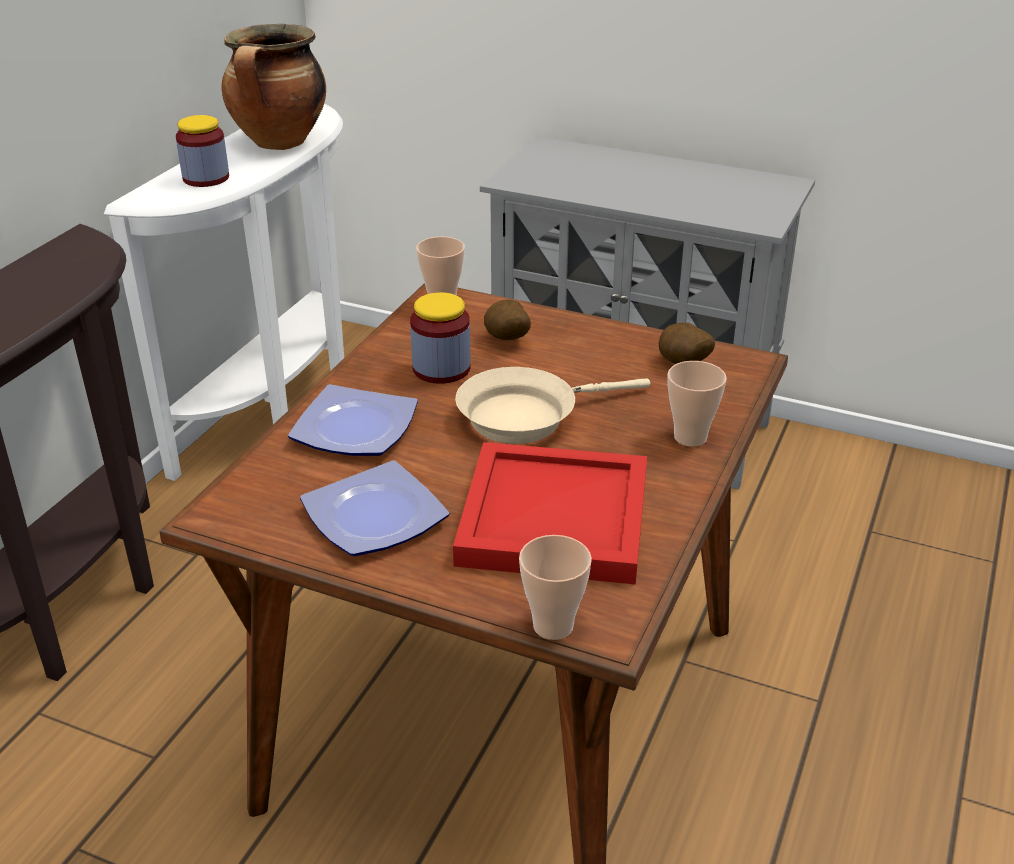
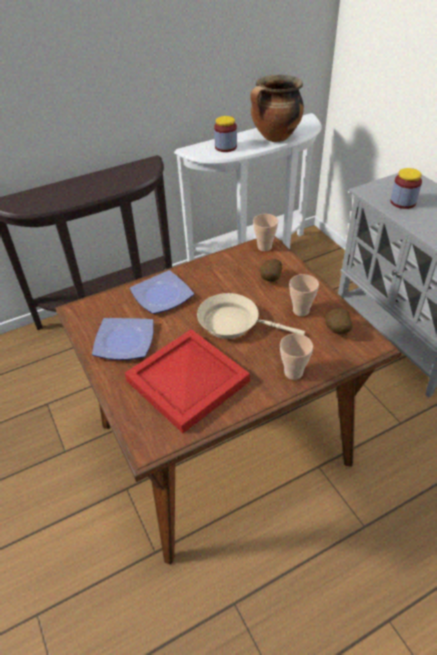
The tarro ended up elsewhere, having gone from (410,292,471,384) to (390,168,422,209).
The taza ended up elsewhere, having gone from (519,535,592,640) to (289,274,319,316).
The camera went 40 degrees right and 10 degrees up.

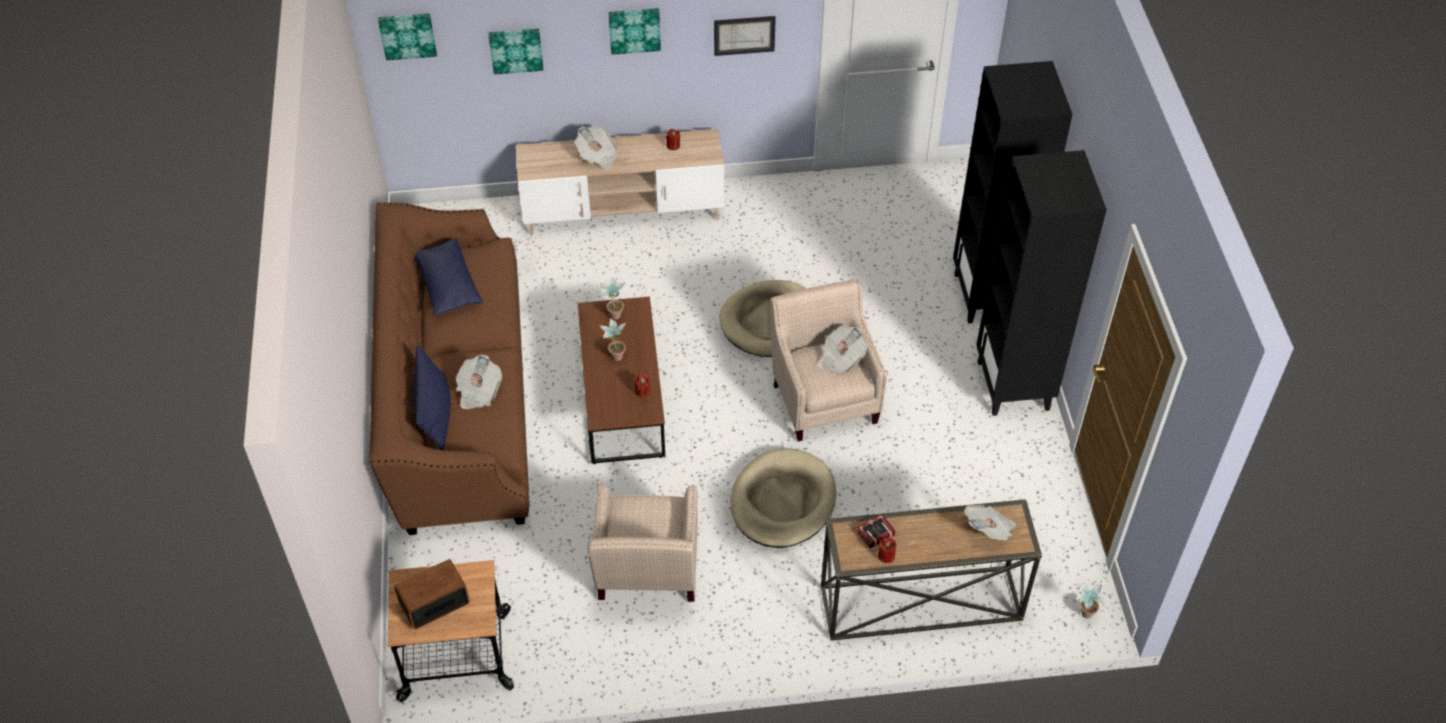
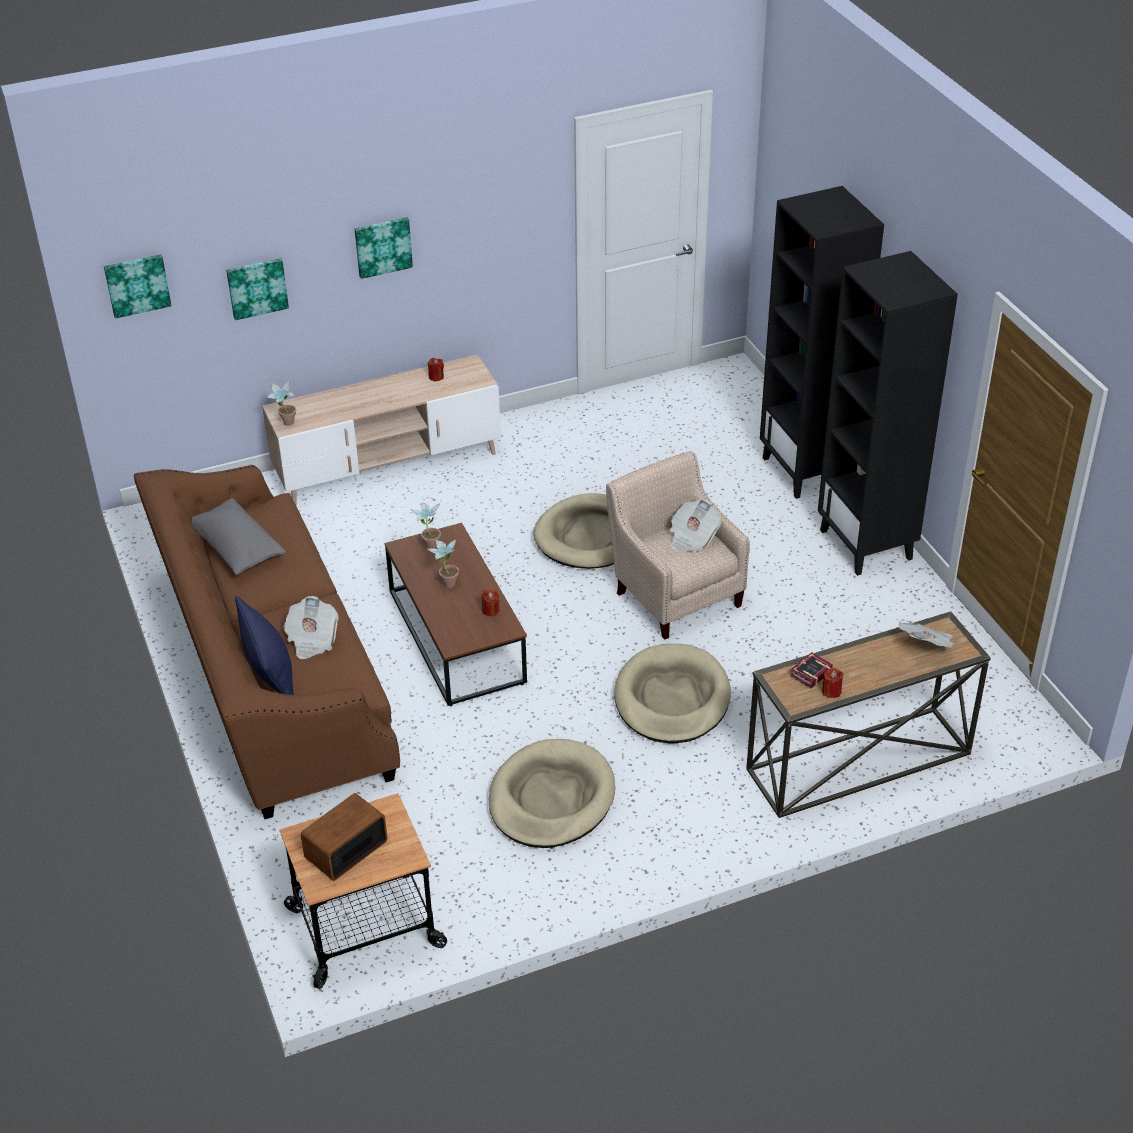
The second view lost the periódico at (575,126,619,170).
The second view lost the cuadro at (714,16,776,56).
The planta en maceta ended up elsewhere, having gone from (1076,582,1105,619) to (267,381,296,426).
Where the sillón (beis) stood at (588,483,698,602), the cama para perro (beis) came to stand at (489,739,615,848).
What was the cojín (azul) at (414,238,483,316) turned into the cojín (gris) at (192,498,286,575).
The camera went 15 degrees left and 10 degrees down.

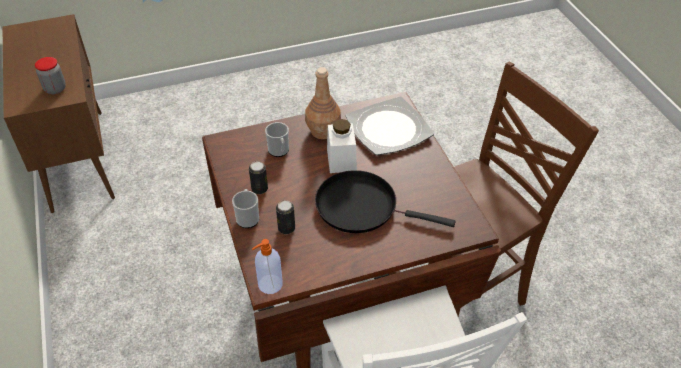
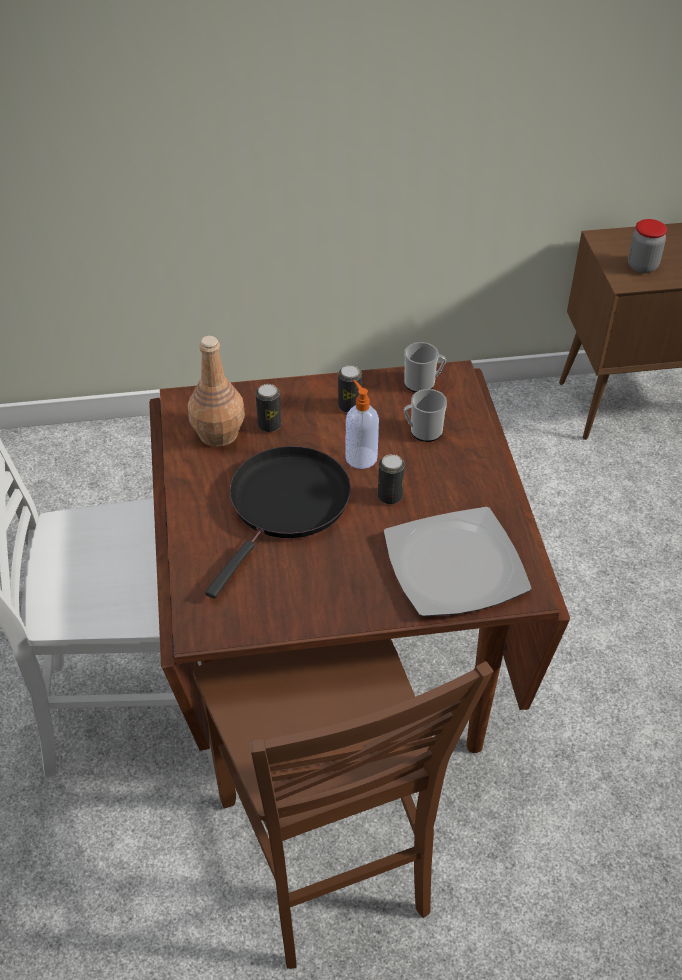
The taza grande ended up elsewhere, having gone from (232,189,259,228) to (404,342,446,392).
The dispensador de jabón ended up elsewhere, having gone from (252,239,283,294) to (345,380,379,469).
The botella (marrón) ended up elsewhere, having gone from (305,67,341,139) to (188,336,245,447).
Where the tarro (blanco) stood at (327,119,357,173), the lata came to stand at (378,454,405,504).
The camera went 100 degrees right and 0 degrees up.

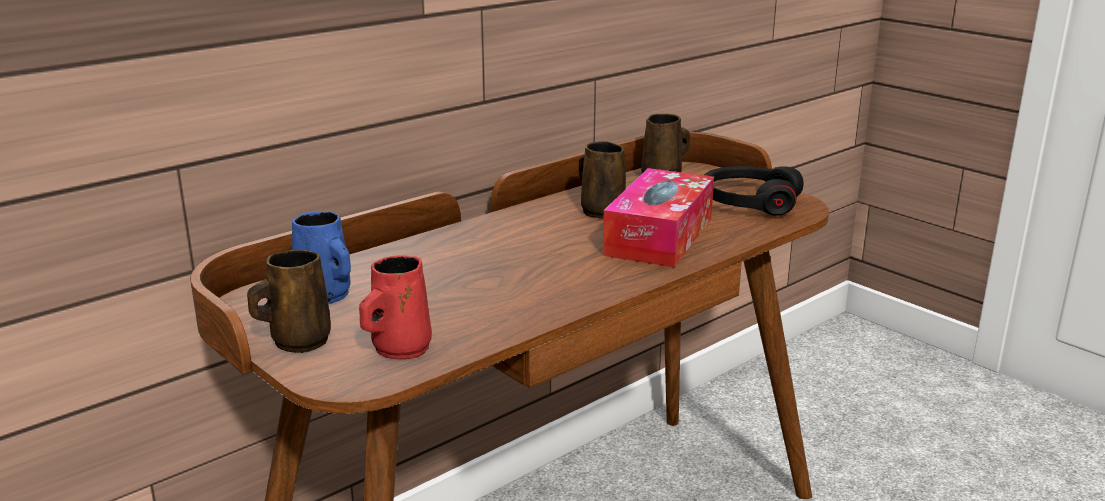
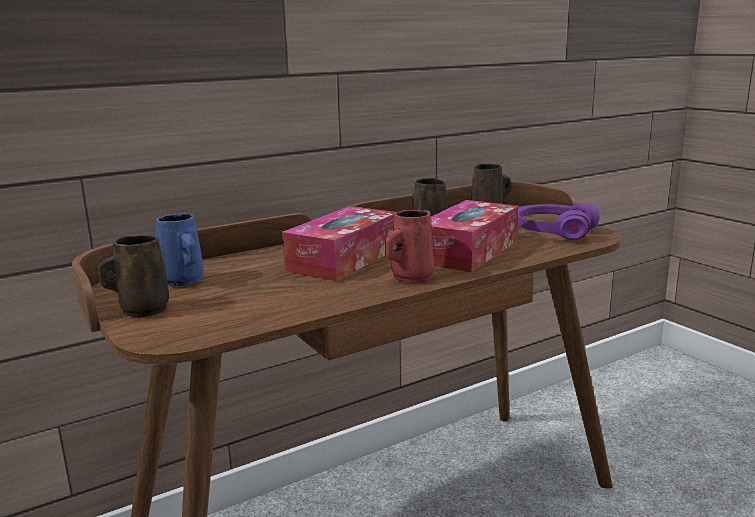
The second view gained the caja de pañuelos at (282,206,395,281).
The taza grande (rojo) ended up elsewhere, having gone from (359,255,432,359) to (385,210,435,283).
What was the auriculares (negro) at (705,166,804,216) turned into the auriculares (morado) at (517,203,599,240).
The camera went 10 degrees right and 5 degrees down.

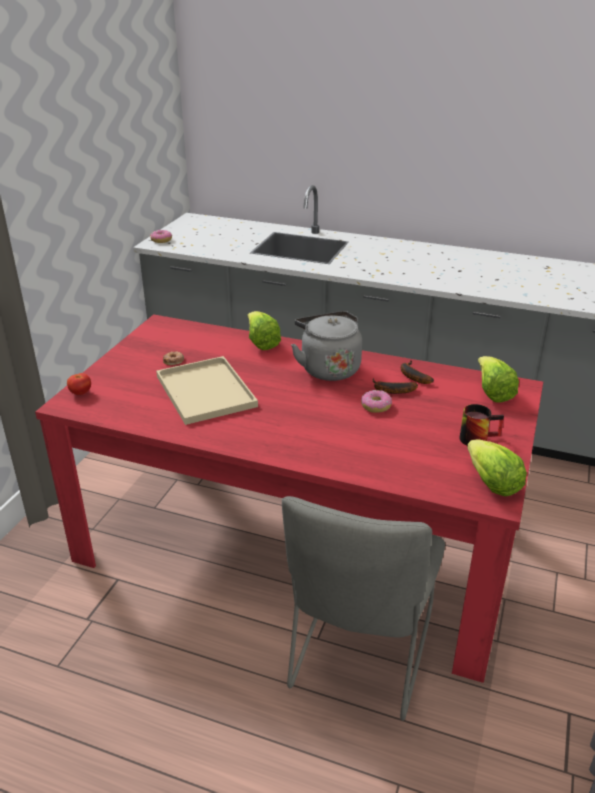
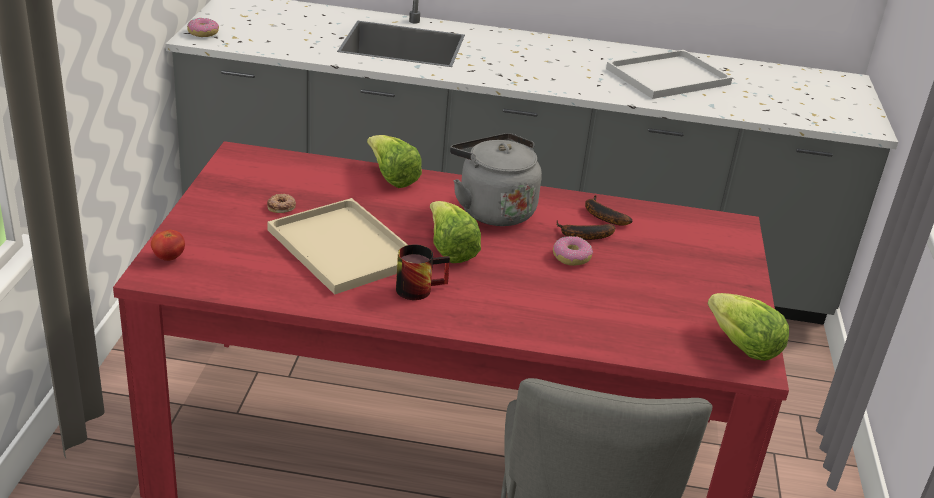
The second view gained the bandeja (blanco) at (606,50,732,99).
The taza grande ended up elsewhere, having gone from (460,404,504,446) to (396,244,450,300).
The lechuga ended up elsewhere, having gone from (478,356,519,402) to (430,201,481,263).
The camera went 15 degrees left and 0 degrees up.

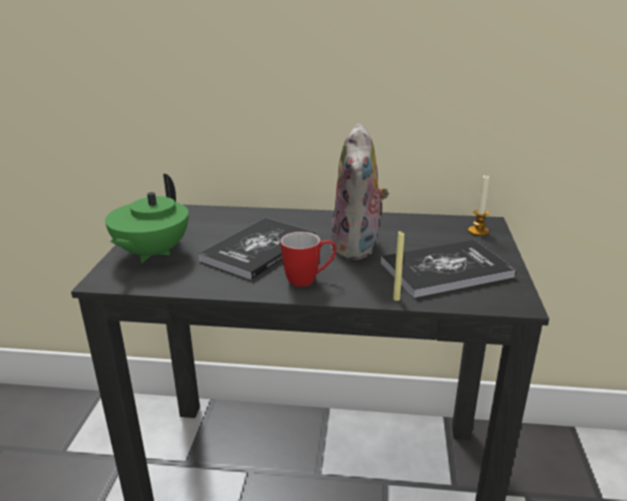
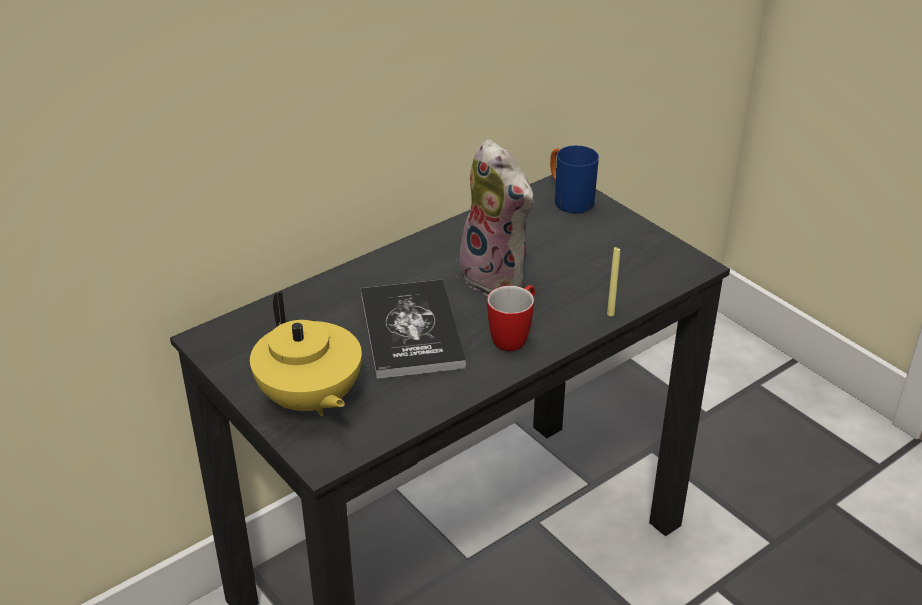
The second view lost the libro at (380,240,516,298).
Where the vela stood at (468,174,489,236), the taza grande (azul) came to stand at (550,146,599,213).
What was the tetera (verde) at (105,174,189,263) turned into the tetera (amarillo) at (250,292,362,416).
The camera went 45 degrees left and 10 degrees up.

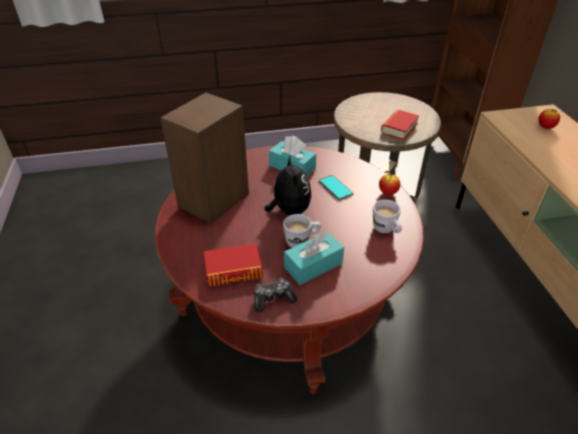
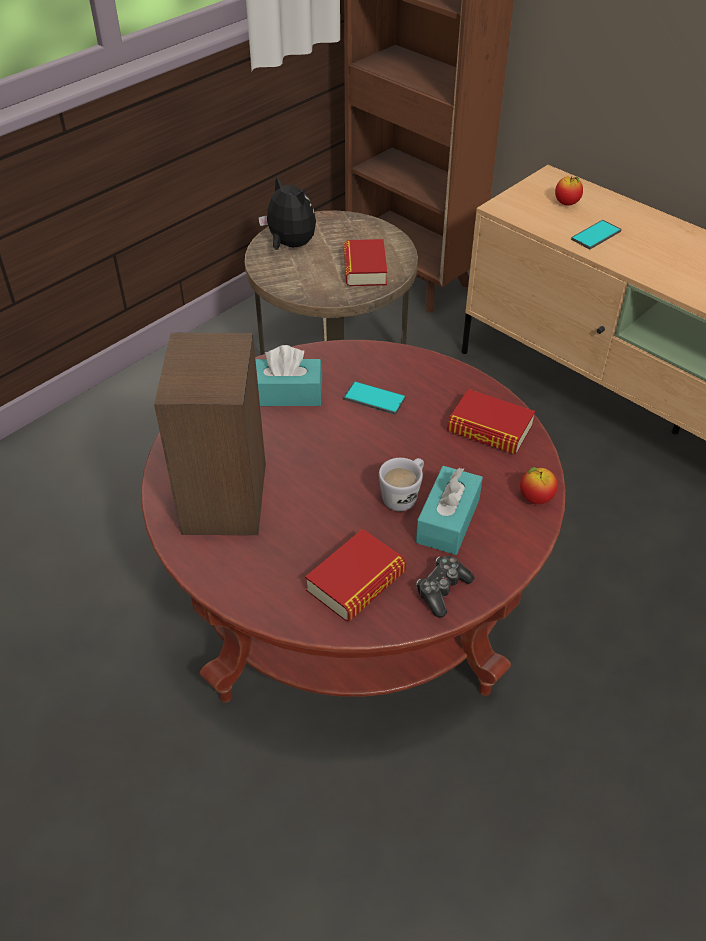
The second view gained the móvil at (571,220,622,249).
The peluche ended up elsewhere, having gone from (264,155,312,215) to (258,175,316,250).
The manzana ended up elsewhere, having gone from (379,171,400,195) to (520,467,558,504).
Where the taza grande (blanco) stood at (373,200,402,233), the libro came to stand at (447,389,535,454).
The camera went 35 degrees left and 5 degrees up.

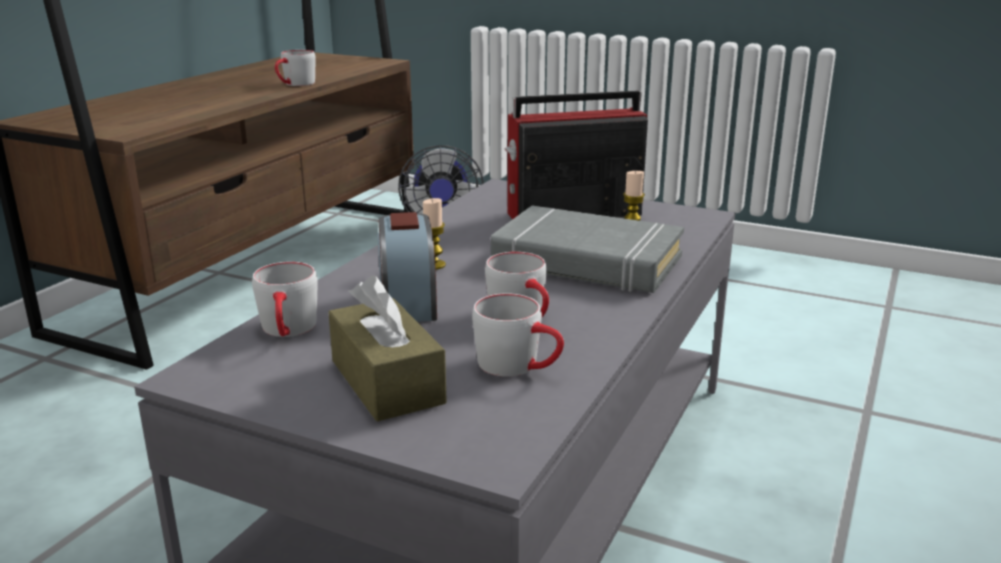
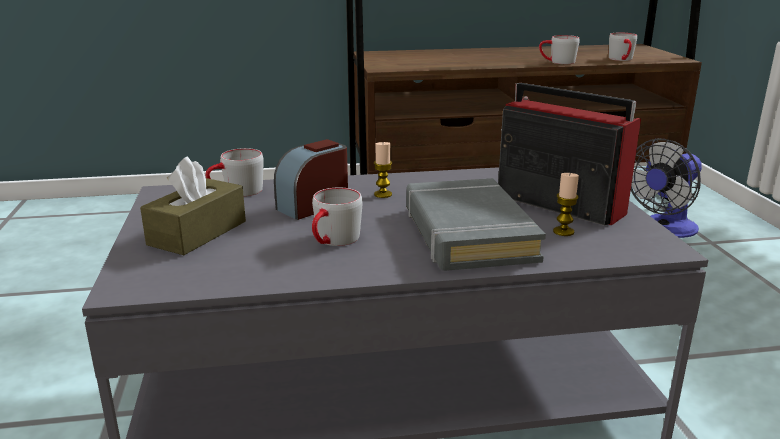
The taza grande (gris) ended up elsewhere, having gone from (472,293,564,377) to (609,33,637,61).
The camera went 55 degrees right and 0 degrees up.

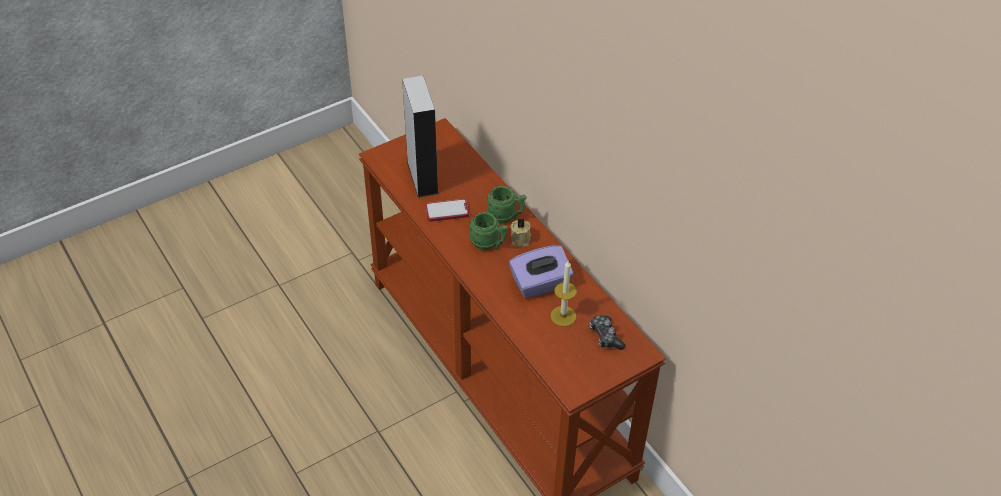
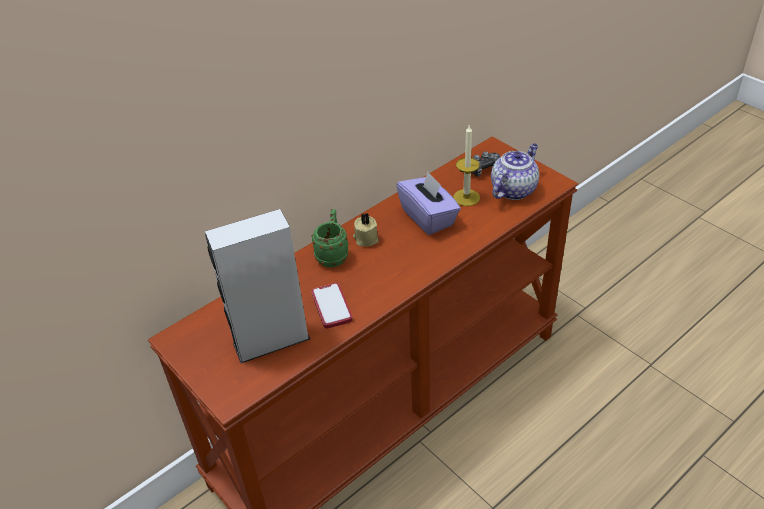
The second view lost the taza grande (verde) at (470,212,508,250).
The second view gained the tetera at (491,144,539,200).
The camera went 95 degrees left and 5 degrees down.

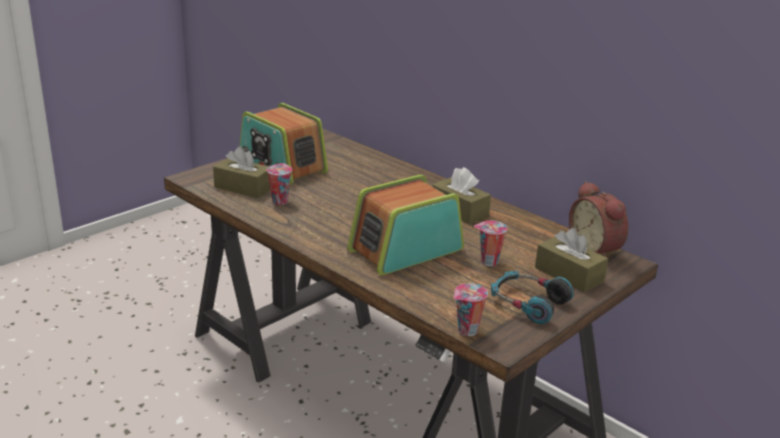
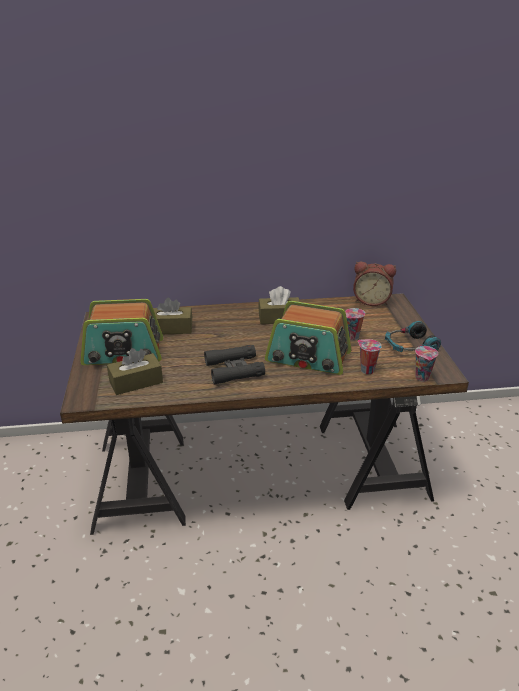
The second view gained the prismáticos (negro) at (204,345,265,384).
The taza ended up elsewhere, having gone from (267,163,292,205) to (358,339,382,374).
The caja de pañuelos (marrón) ended up elsewhere, having gone from (535,228,608,293) to (153,298,192,334).
The radio at (347,175,464,275) ended up facing another way, 75 degrees counterclockwise from before.
The camera went 50 degrees left and 5 degrees up.

